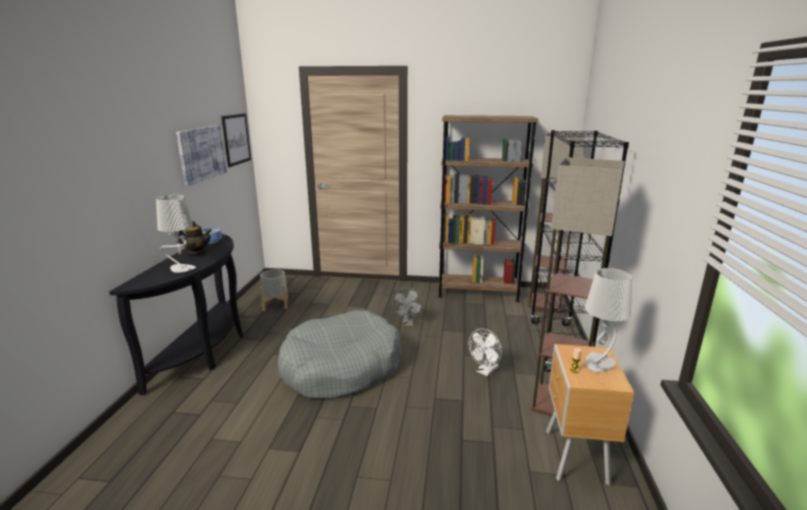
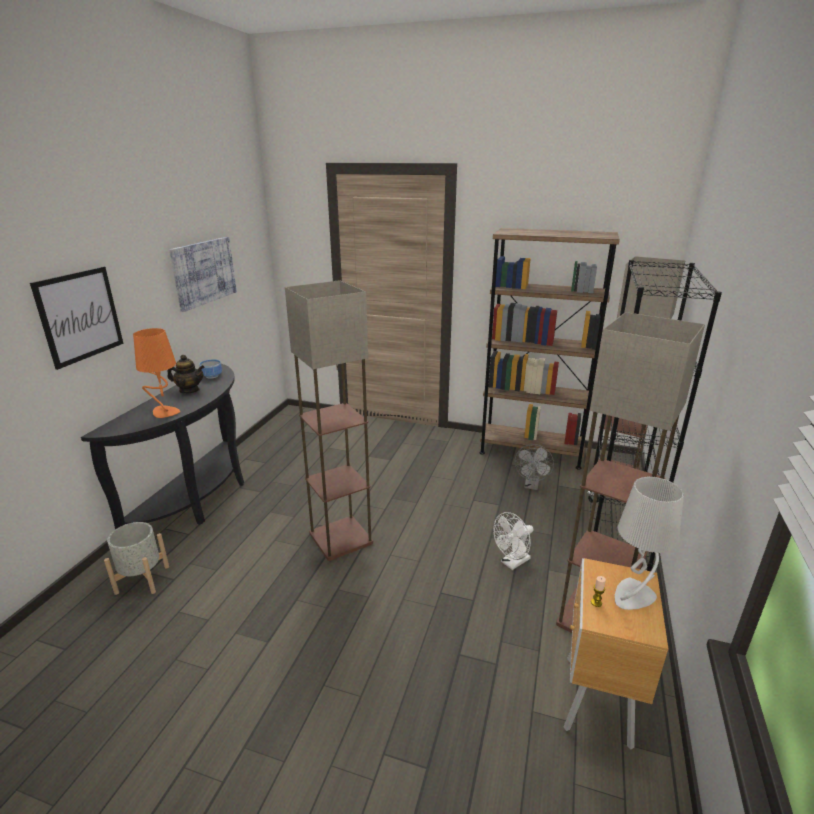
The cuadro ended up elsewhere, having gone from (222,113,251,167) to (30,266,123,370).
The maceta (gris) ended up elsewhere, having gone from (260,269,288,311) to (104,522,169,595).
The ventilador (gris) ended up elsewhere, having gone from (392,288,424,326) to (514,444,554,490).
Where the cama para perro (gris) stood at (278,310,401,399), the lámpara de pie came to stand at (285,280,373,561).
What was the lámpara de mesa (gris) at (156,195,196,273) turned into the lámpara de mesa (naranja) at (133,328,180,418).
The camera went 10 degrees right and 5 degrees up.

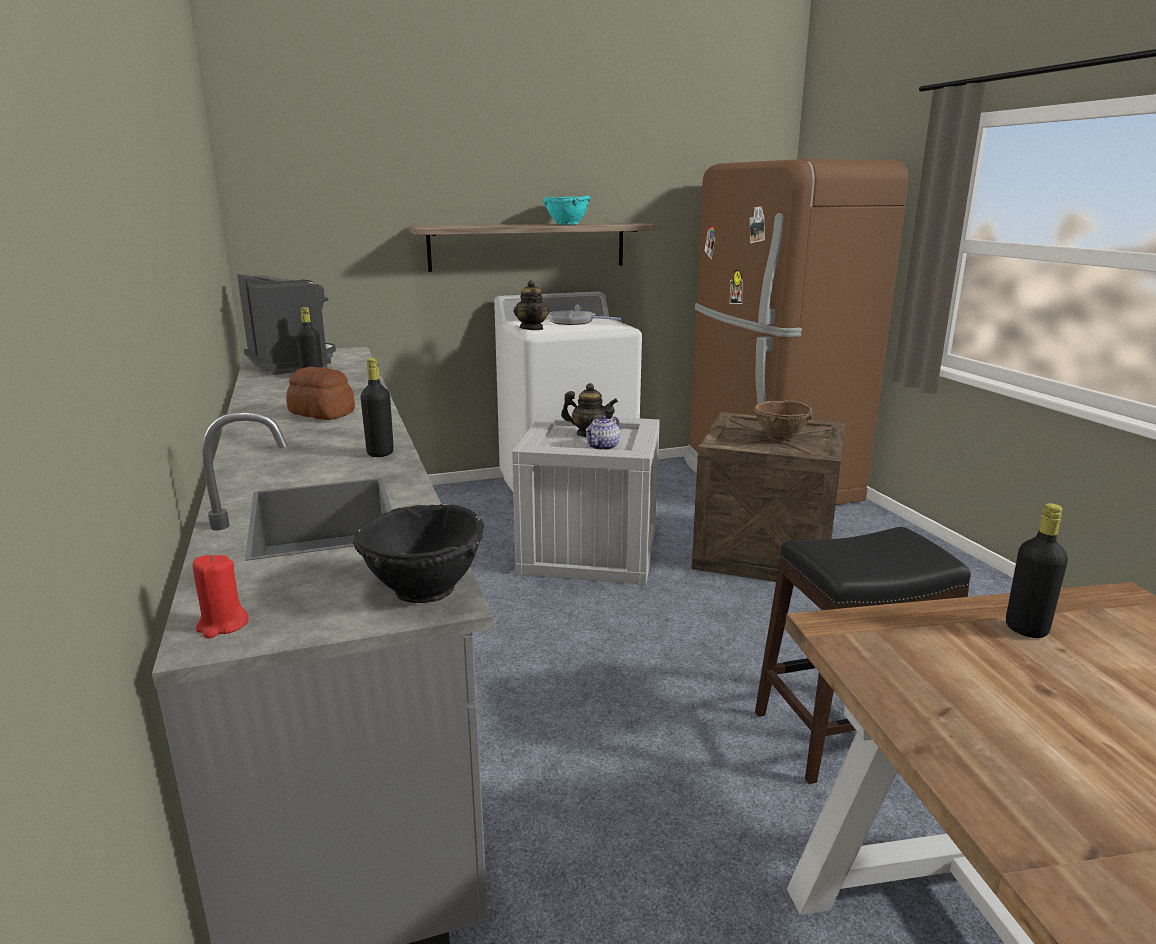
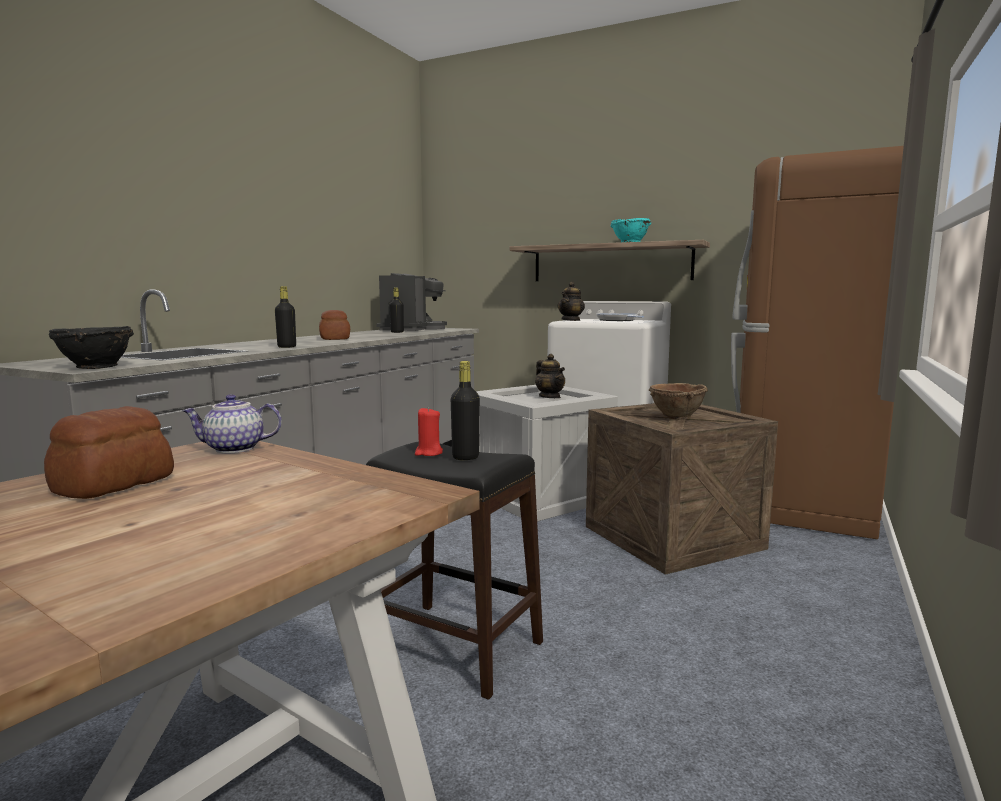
The second view gained the pan at (44,406,174,499).
The vela (rojo) ended up elsewhere, having gone from (192,554,249,638) to (415,407,443,456).
The tetera ended up elsewhere, having gone from (586,415,620,450) to (182,394,282,454).
The botella (negro) ended up elsewhere, having gone from (1006,503,1068,638) to (451,361,480,460).
The camera went 45 degrees right and 10 degrees down.

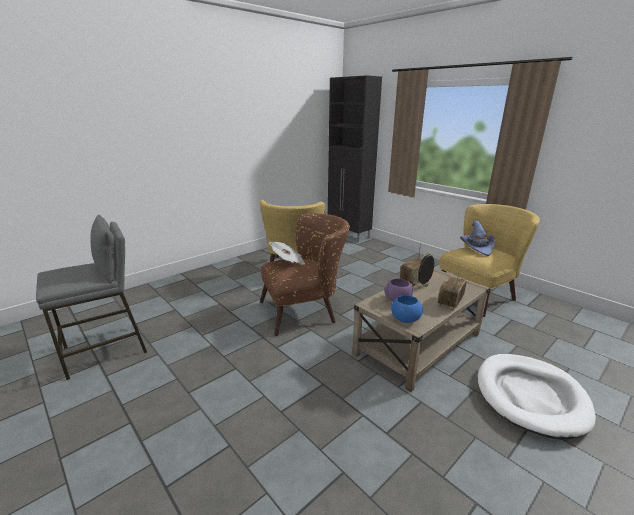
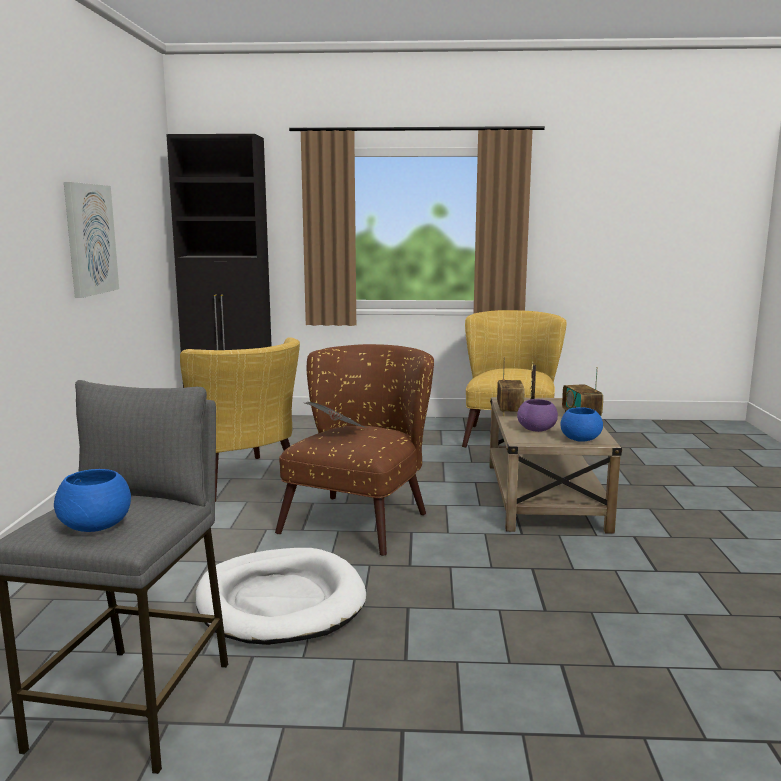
The second view lost the sombrero (morado) at (460,221,495,256).
The second view gained the cuenco (azul) at (54,469,131,532).
The second view gained the cuadro at (64,182,119,298).
The cama para perro (blanco) ended up elsewhere, having gone from (478,354,596,440) to (195,548,366,645).
The camera went 45 degrees left and 10 degrees down.

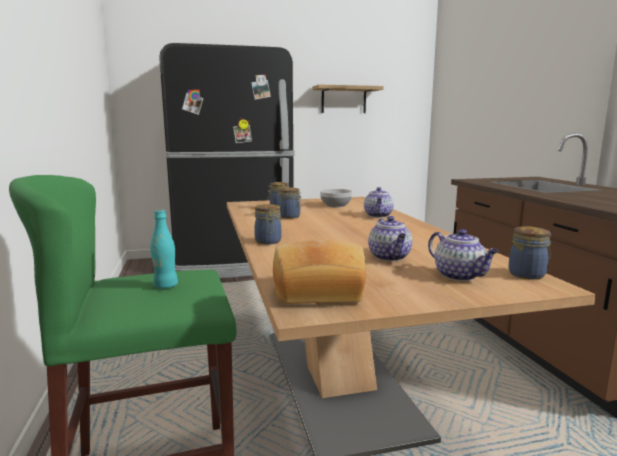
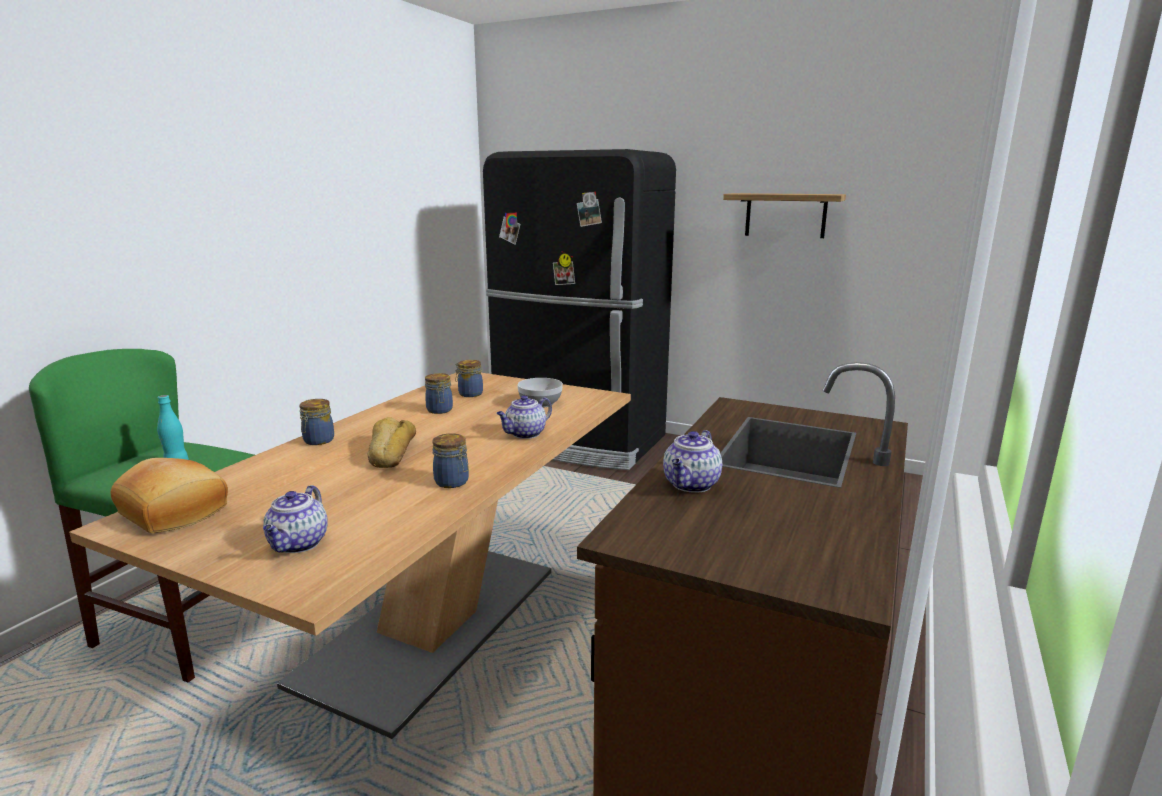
The second view gained the pan at (367,417,416,468).
The tetera ended up elsewhere, having gone from (368,216,412,261) to (663,430,722,493).
The tarro ended up elsewhere, having gone from (509,226,552,280) to (432,433,469,488).
The camera went 40 degrees right and 5 degrees up.

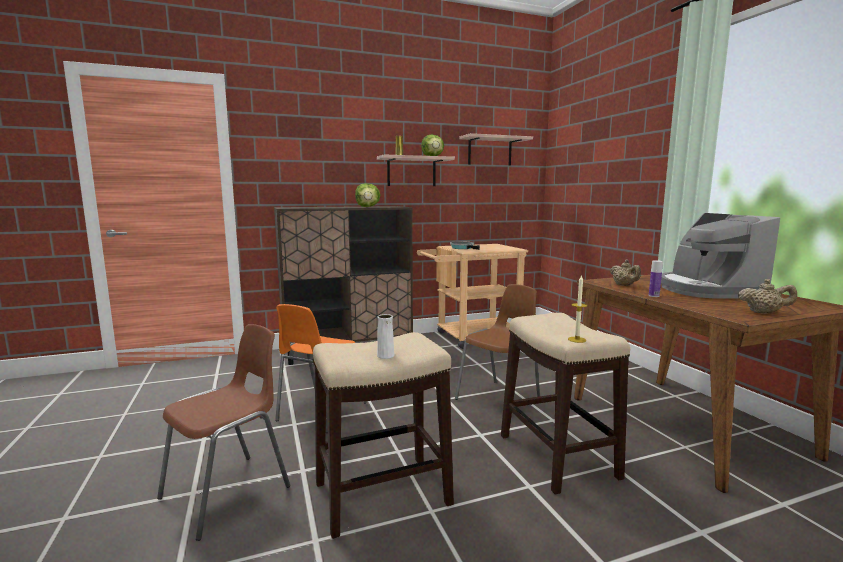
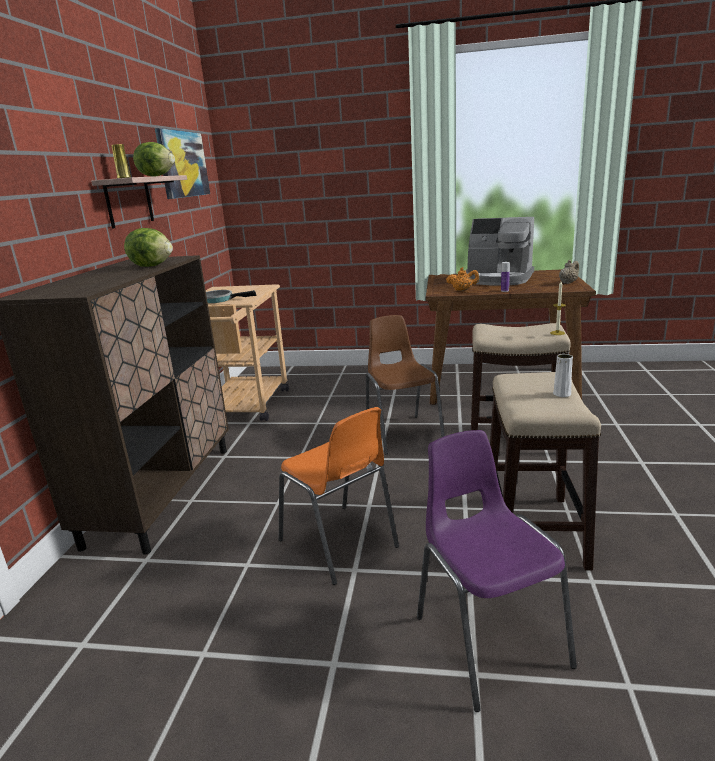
Where the estante hung at (459,133,533,166), the cuadro came to hang at (155,128,210,199).
What was the silla (marrón) at (157,324,290,541) turned into the silla (morado) at (417,430,577,712).
What was the tetera (beis) at (610,260,641,286) turned into the tetera (naranja) at (446,267,480,291).
The camera went 60 degrees left and 10 degrees up.

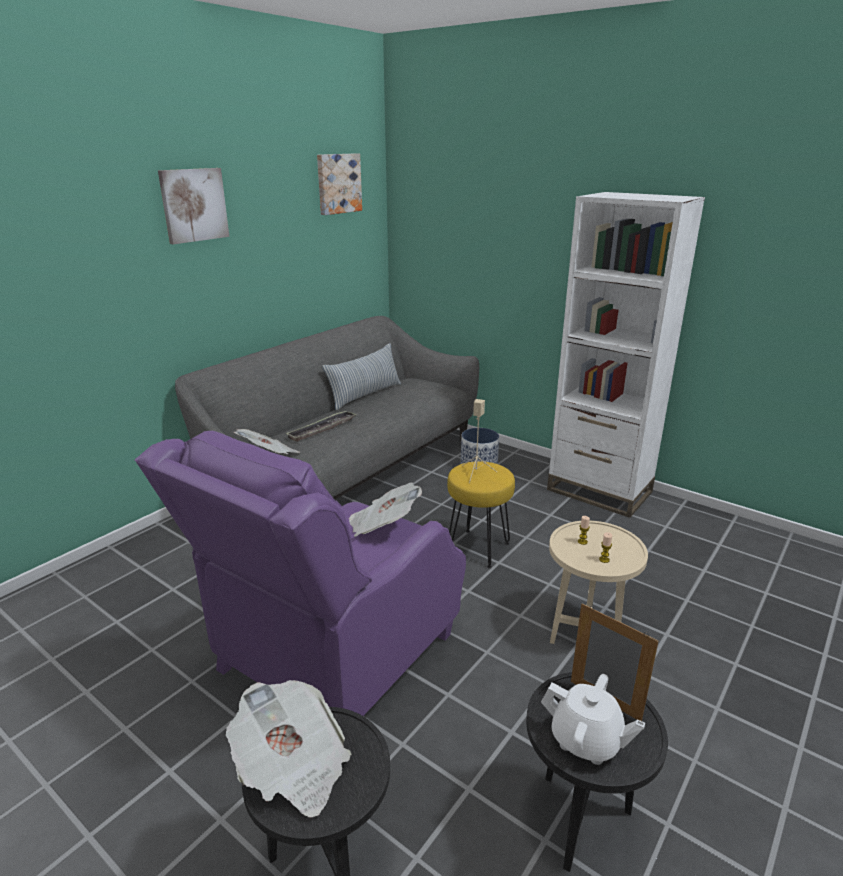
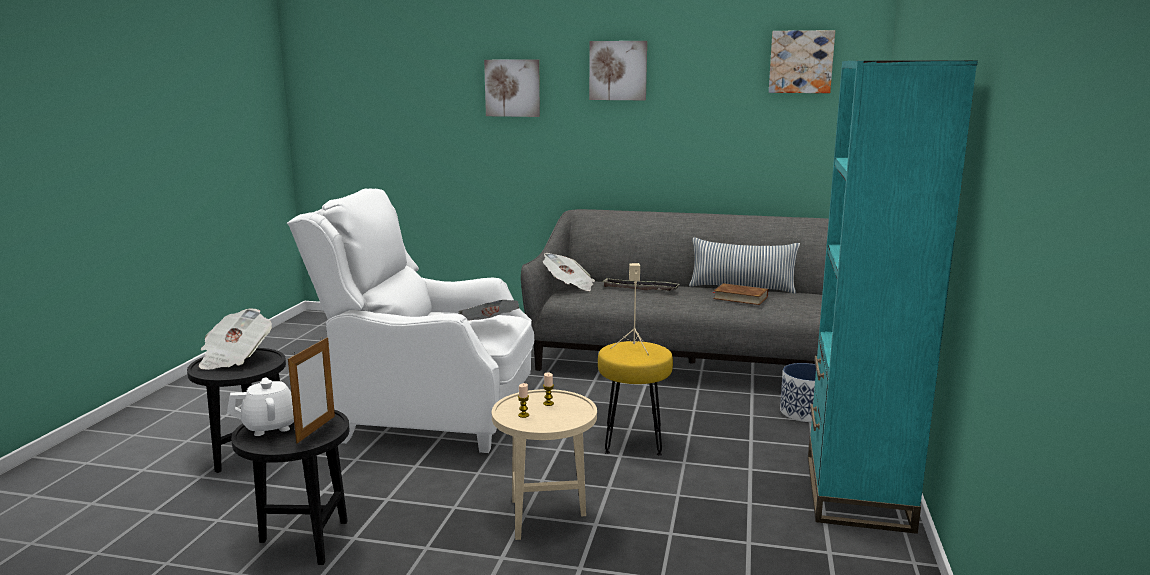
The second view gained the cuadro at (484,60,540,117).
The second view gained the libro (marrón) at (712,283,768,305).
What was the sillón (morado) at (134,431,466,716) turned into the sillón (blanco) at (287,188,534,453).
What was the estantería (blanco) at (547,192,705,518) turned into the estantería (turquesa) at (808,61,978,534).
The tetera (blanco) at (541,674,645,765) ended up facing another way, 120 degrees counterclockwise from before.
The camera went 65 degrees right and 10 degrees down.

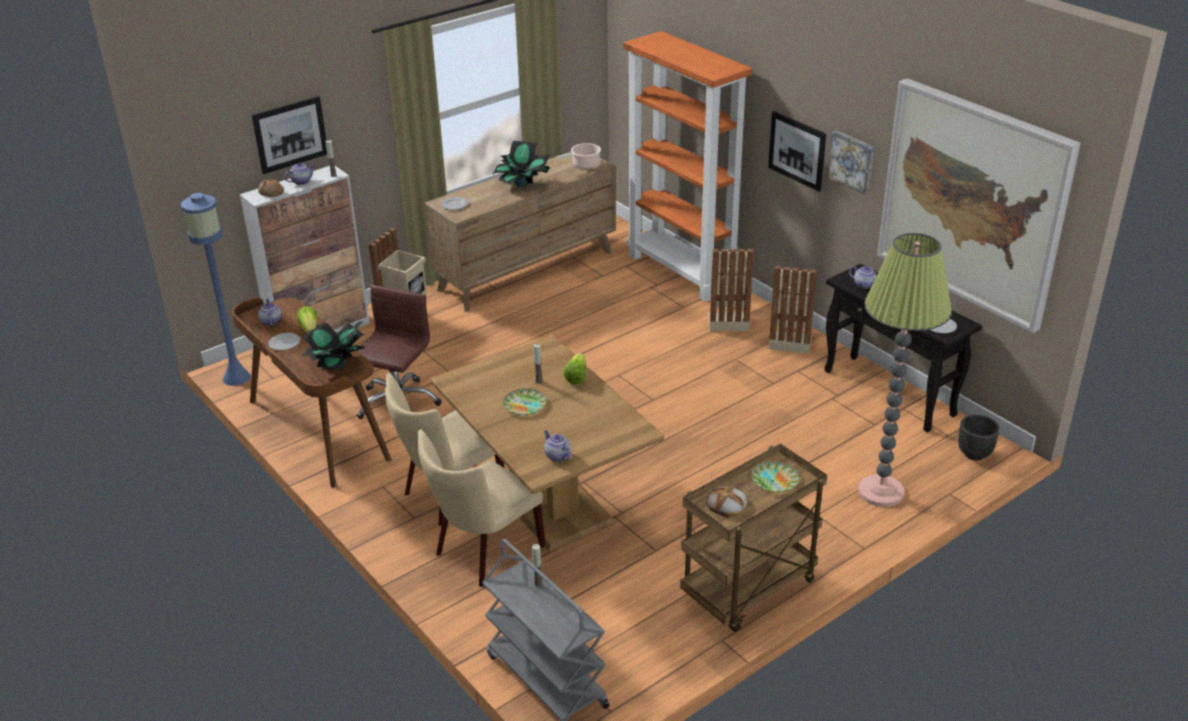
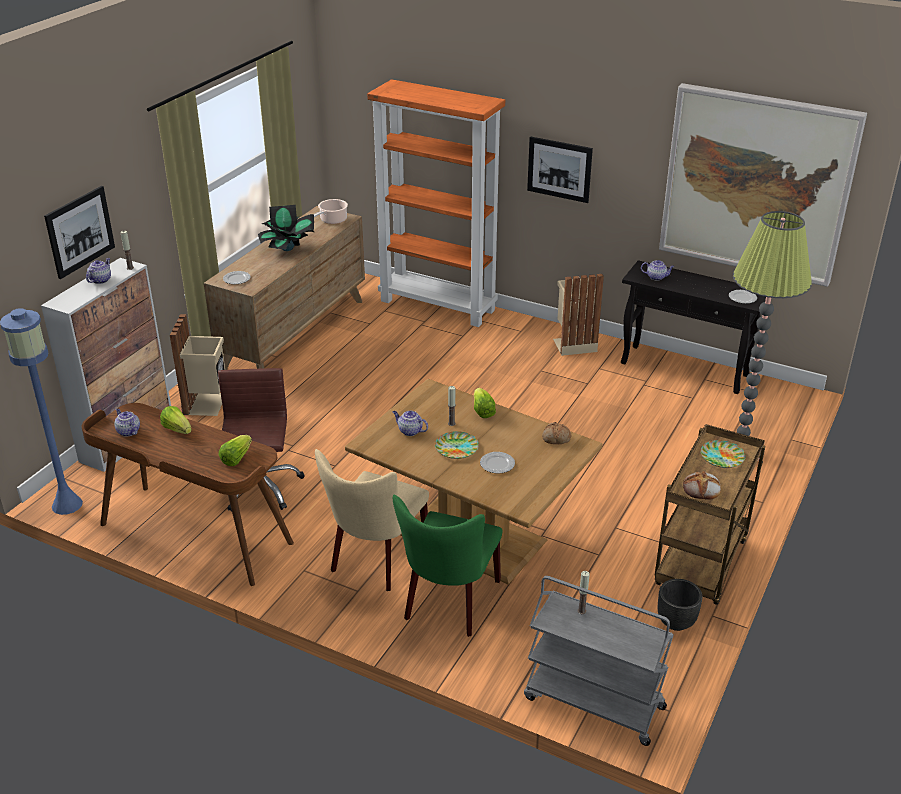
The second view lost the papelera (beis) at (708,249,754,331).
The second view lost the cuadro at (828,131,874,195).
The pan ended up elsewhere, having gone from (258,178,284,197) to (542,422,571,444).
The plato ended up elsewhere, having gone from (268,333,300,350) to (480,452,515,473).
The tetera ended up elsewhere, having gone from (544,430,571,462) to (393,411,428,436).
The maceta (negro) ended up elsewhere, having gone from (958,415,1000,460) to (658,579,702,631).
Where the planta en maceta stood at (302,321,365,371), the lechuga came to stand at (219,435,252,466).
What was the silla (beis) at (418,429,546,587) turned into the silla (verde) at (393,495,502,637).
The camera went 25 degrees left and 0 degrees up.

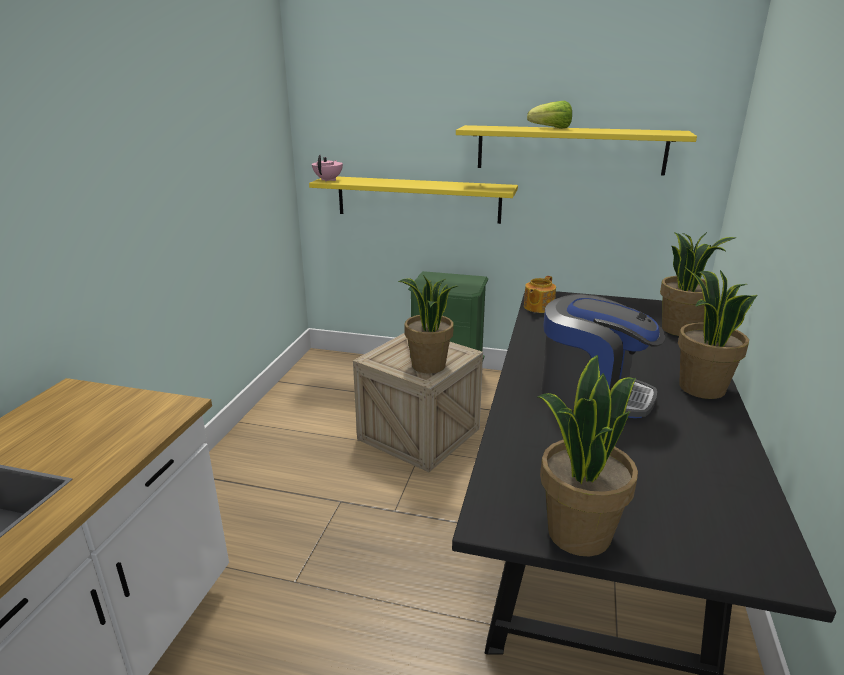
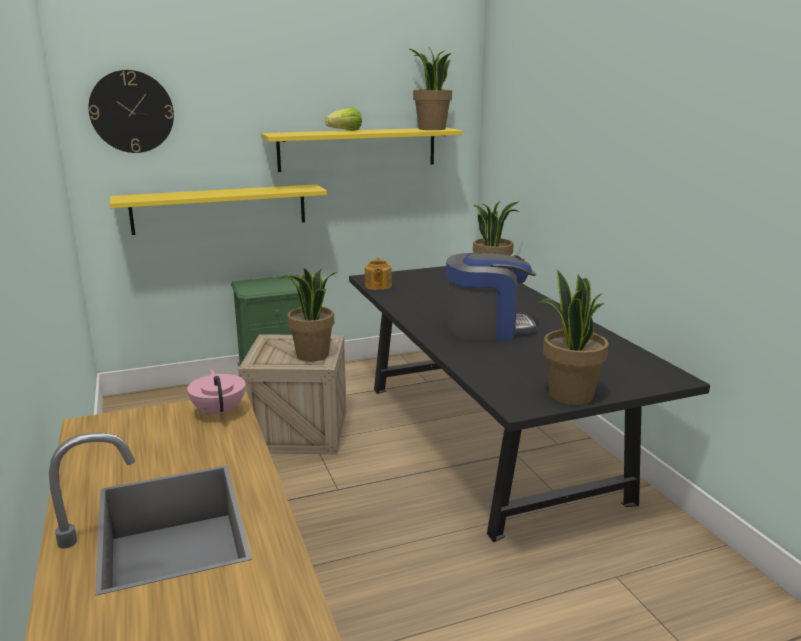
The second view gained the reloj de pared at (88,70,174,153).
The tetera (rosa) ended up elsewhere, having gone from (312,155,343,182) to (187,369,246,418).
The planta en maceta ended up elsewhere, having gone from (678,267,758,399) to (408,46,452,130).
The camera went 35 degrees left and 5 degrees down.

